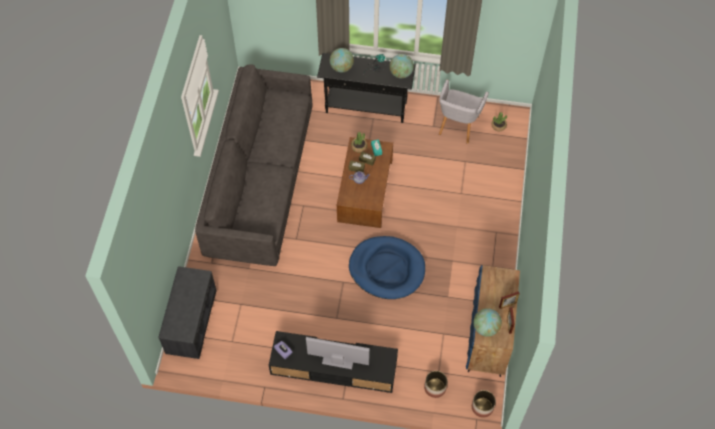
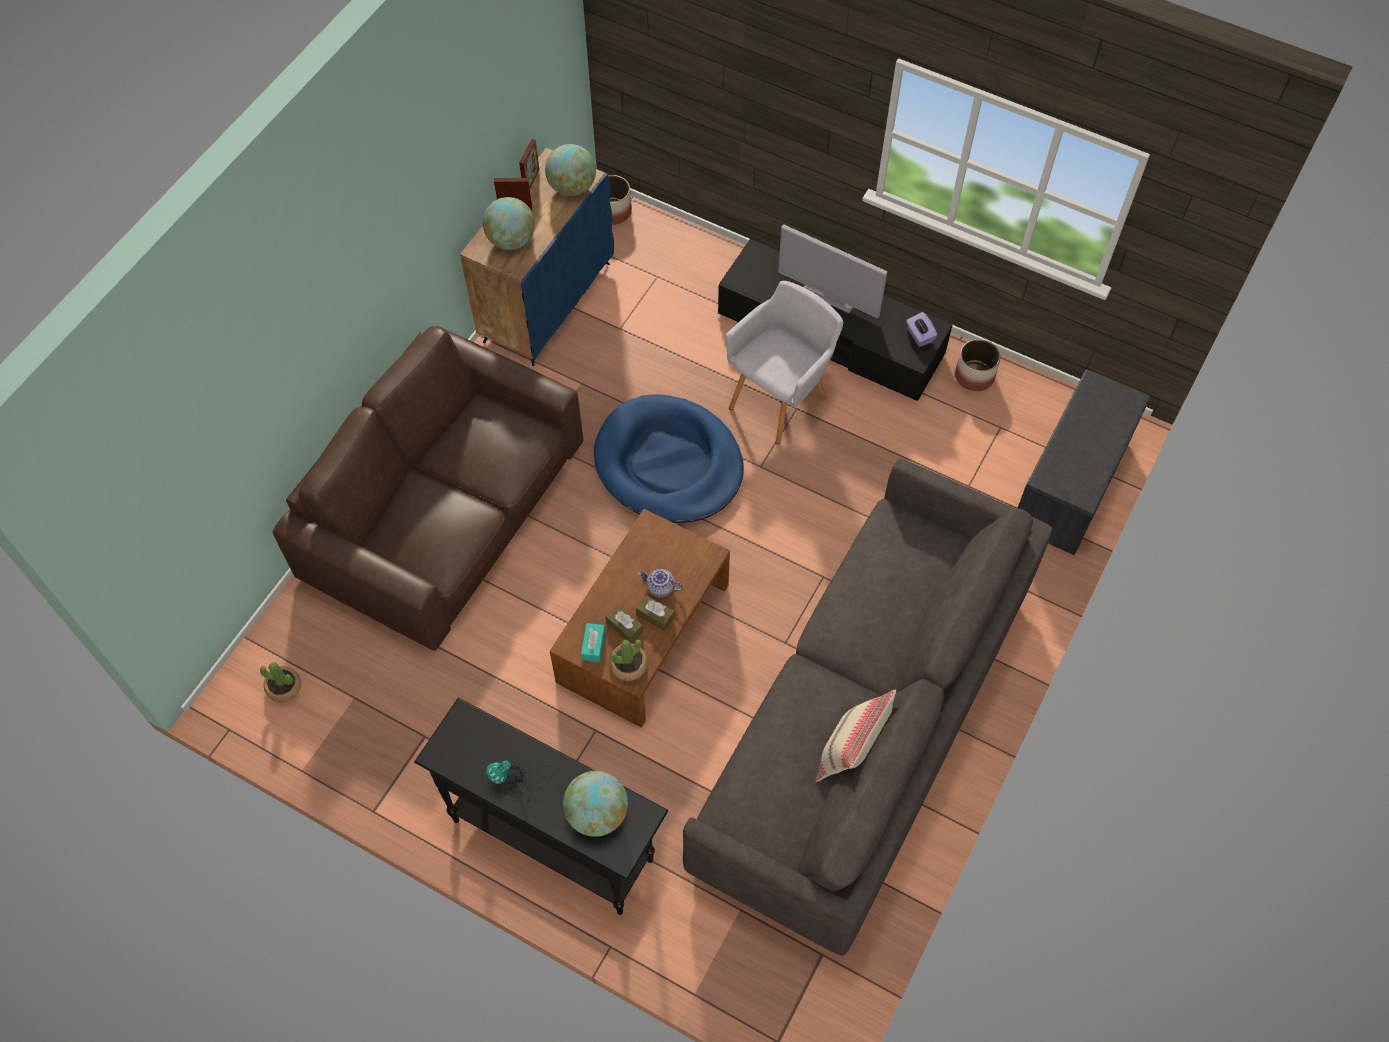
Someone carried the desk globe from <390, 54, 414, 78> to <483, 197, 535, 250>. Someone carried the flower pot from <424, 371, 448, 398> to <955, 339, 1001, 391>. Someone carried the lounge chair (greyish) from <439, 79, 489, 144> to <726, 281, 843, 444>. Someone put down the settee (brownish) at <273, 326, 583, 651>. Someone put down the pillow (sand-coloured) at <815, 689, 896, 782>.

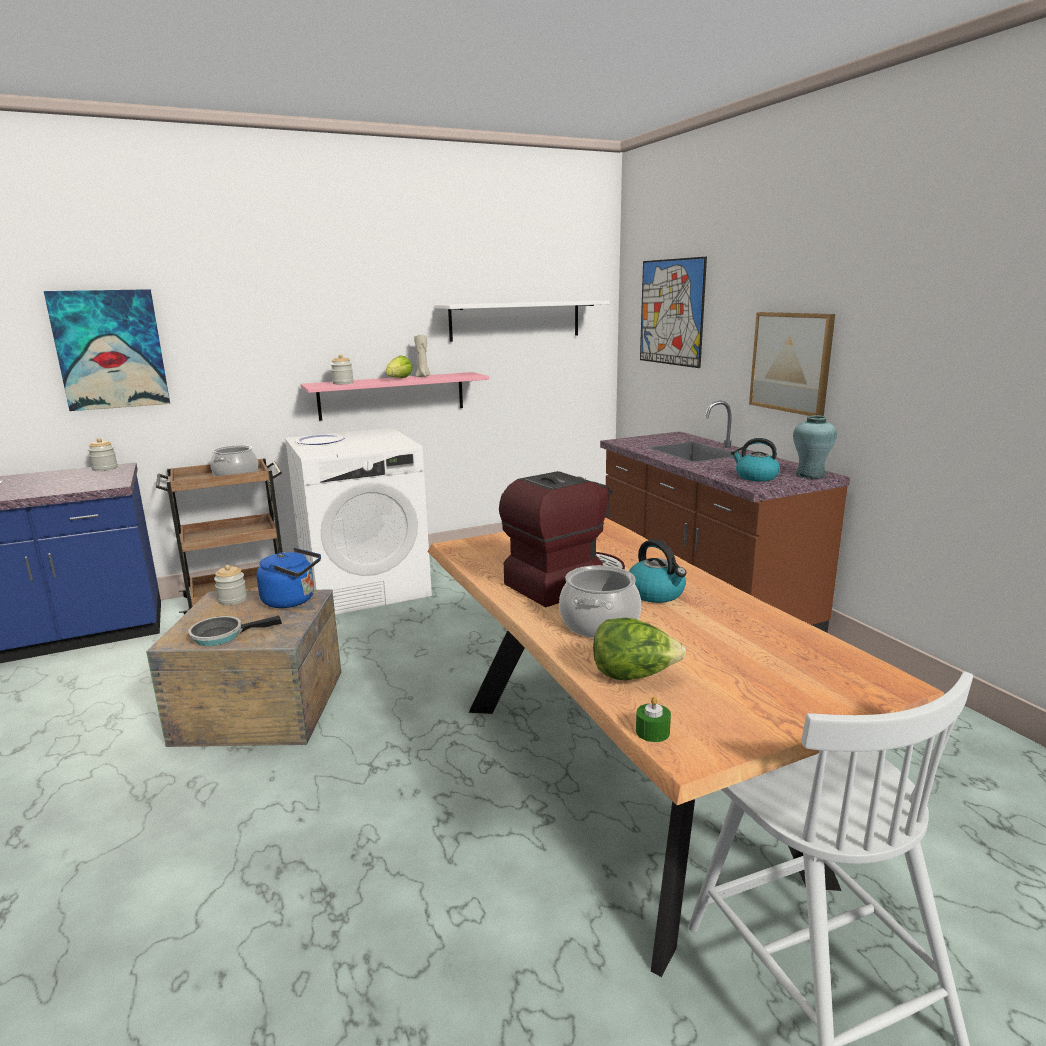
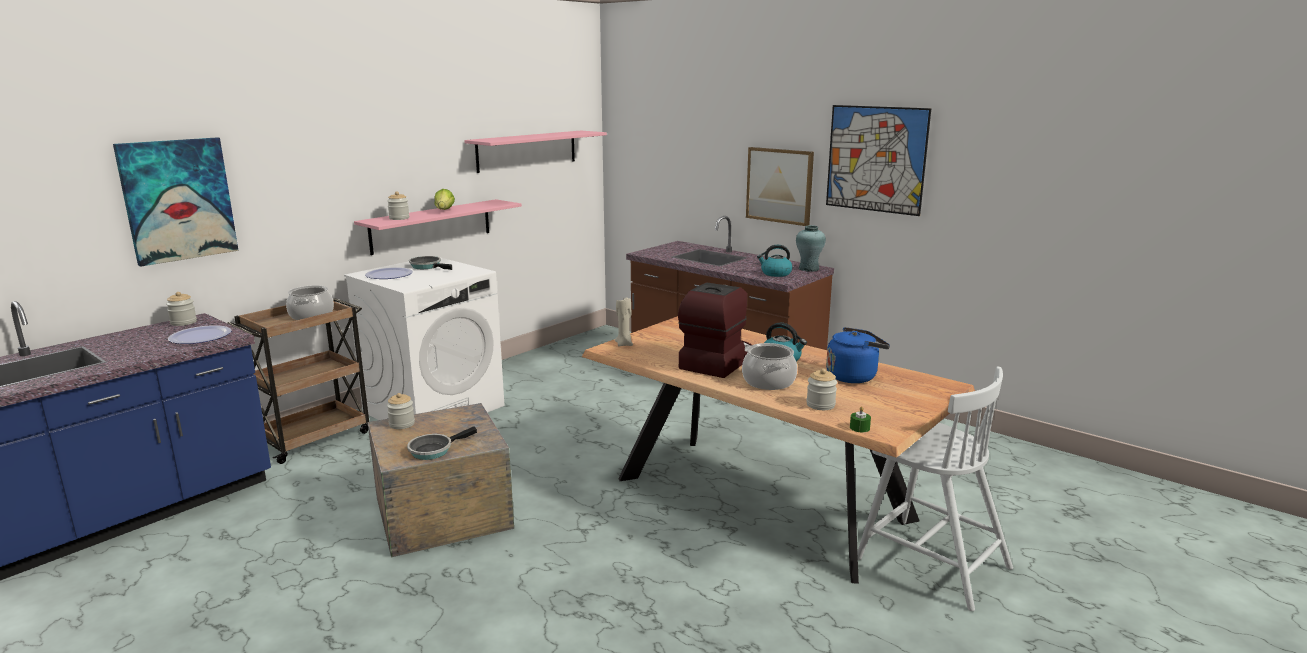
Someone carried the tea kettle (blue-coloured) from <256, 548, 321, 608> to <826, 327, 890, 383>. Someone carried the candle (sand-coloured) from <414, 335, 431, 377> to <615, 296, 633, 347>. Someone repainted the bracket shelf (whitish) at <435, 301, 610, 342>, which became the bracket shelf (pink) at <464, 131, 607, 173>. Someone swapped the lettuce head at <593, 618, 686, 680> for the jar at <806, 369, 837, 410>. Someone carried the wall art from <640, 257, 707, 368> to <826, 105, 931, 216>. Someone put down the flat dish at <168, 325, 231, 344>. Someone put down the skillet at <409, 256, 452, 270>.

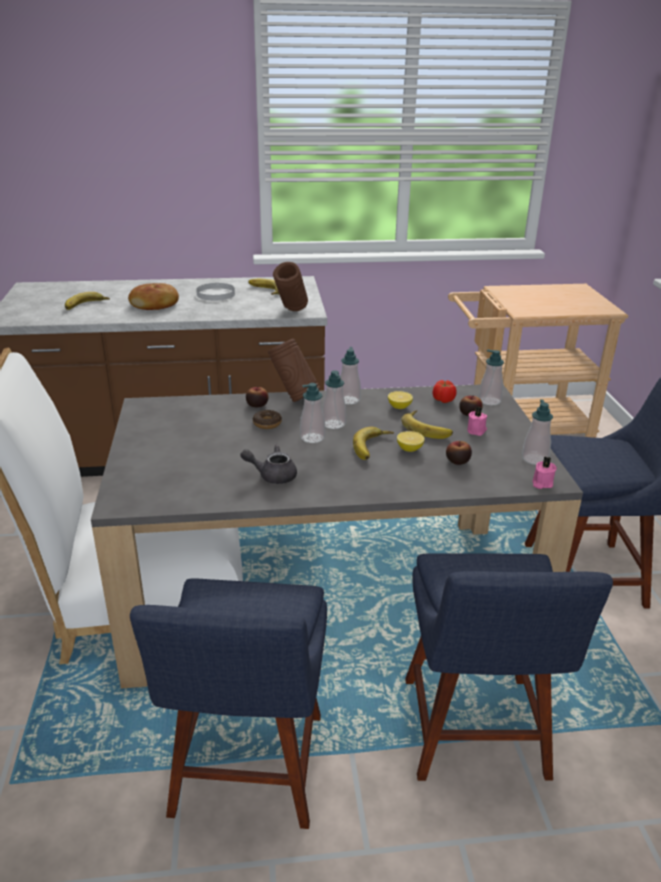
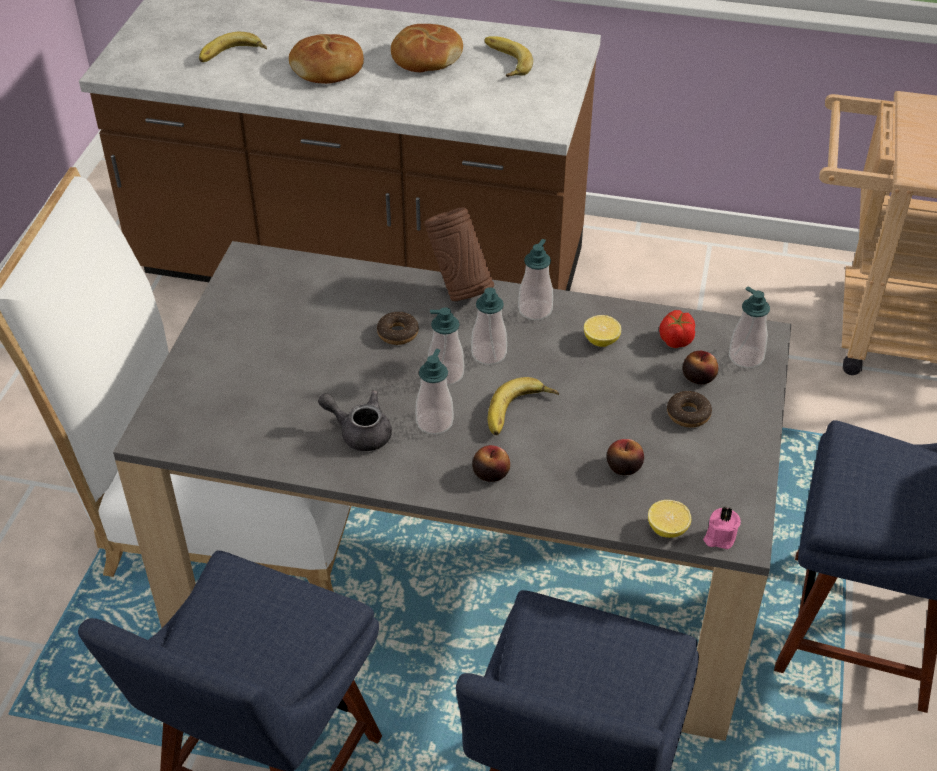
Someone swapped the flat dish (whitish) at <196, 283, 235, 301> for the baked bread at <391, 24, 463, 72>. Someone carried the whole apple from <246, 387, 269, 407> to <472, 445, 510, 482>. Someone took away the decorative vase (brownish) at <273, 262, 308, 311>. Someone carried the lemon from <397, 431, 425, 452> to <648, 500, 691, 538>. Someone took away the banana fruit at <401, 410, 453, 439>. Someone swapped the candle (pink) at <467, 407, 487, 436> for the doughnut at <667, 391, 712, 428>. Someone carried the liquid soap bottle from <522, 399, 553, 465> to <416, 349, 453, 435>.

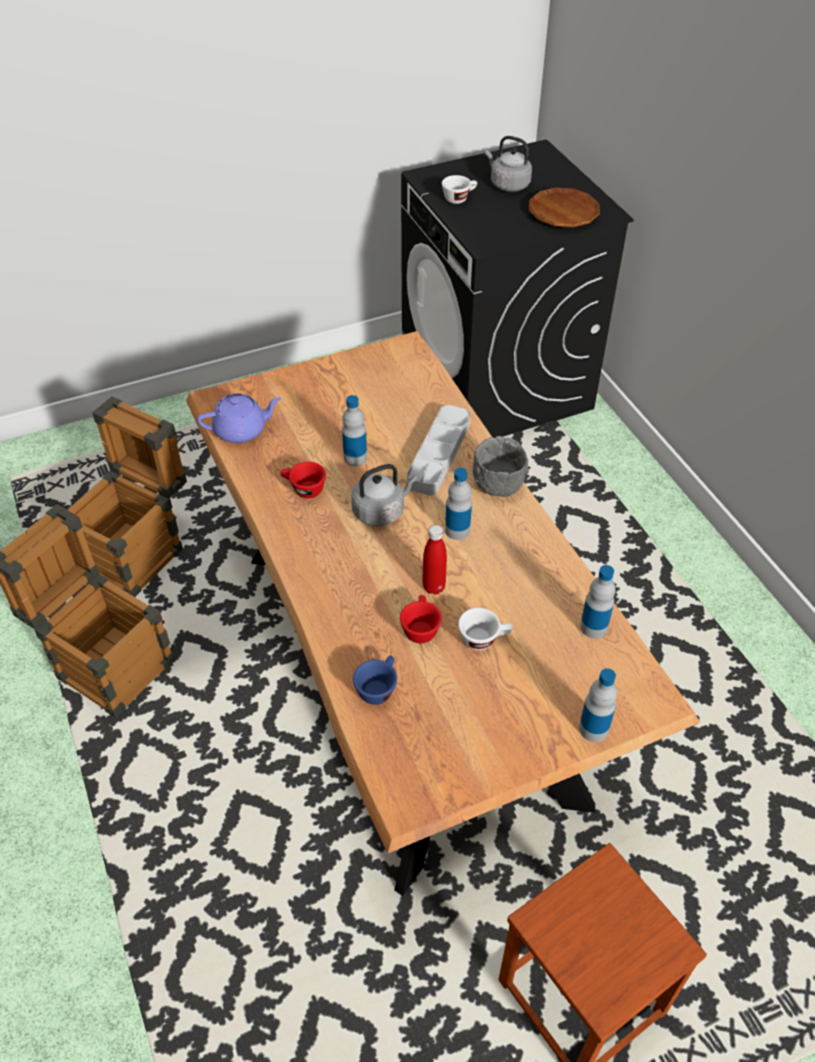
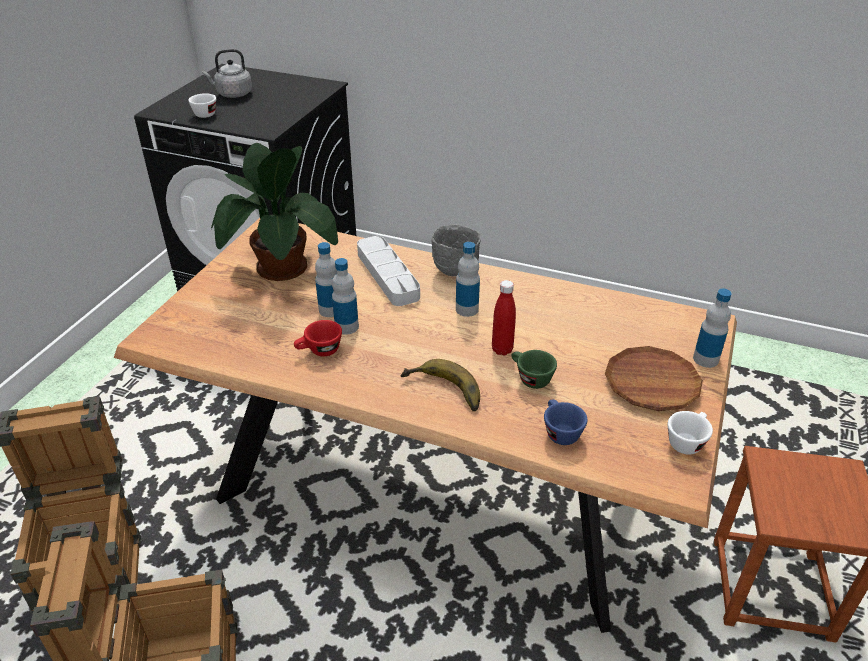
Someone took away the tea pot (purple) at <197, 394, 281, 443>. Someone took away the tea kettle (greyish) at <351, 464, 418, 526>. Someone repainted the drinking cup (red-coloured) at <400, 595, 442, 643>, which became the drinking cup (green) at <511, 350, 557, 389>. Someone carried the drinking cup (whitish) from <458, 608, 513, 650> to <668, 411, 713, 455>. Someone carried the flat dish (brownish) from <529, 187, 600, 228> to <605, 346, 703, 411>. Someone carried the drink bottle from <580, 565, 615, 639> to <332, 258, 359, 335>. Someone put down the houseplant at <211, 143, 338, 281>. Someone put down the banana fruit at <400, 359, 480, 411>.

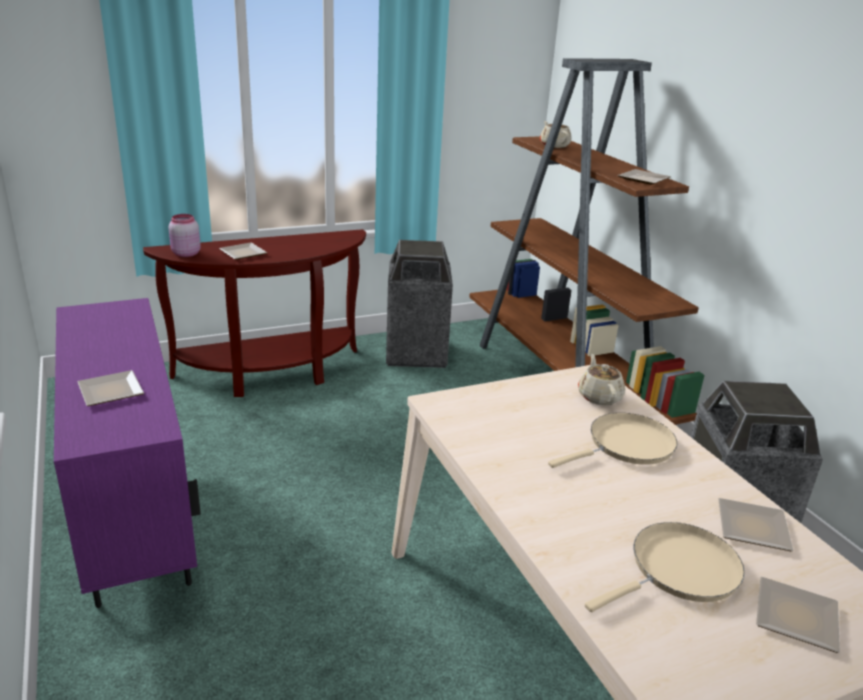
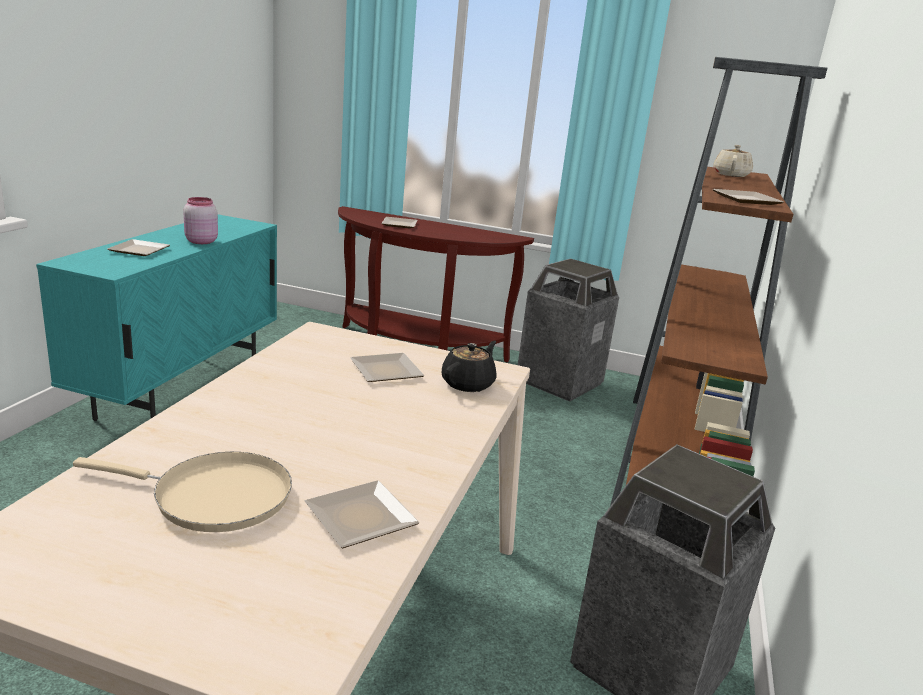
Someone repainted the cabinet (purple) at <54, 298, 201, 608>, which became the cabinet (blue-green) at <36, 214, 277, 421>. Someone carried the jar (pink) from <169, 214, 201, 257> to <183, 197, 218, 244>. Someone took away the skillet (sand-coloured) at <548, 413, 677, 468>. Someone repainted the tea pot (sand-coloured) at <578, 354, 625, 405>, which became the tea pot (black) at <442, 341, 496, 392>. Someone carried the flat dish from <756, 577, 840, 653> to <350, 353, 424, 382>.

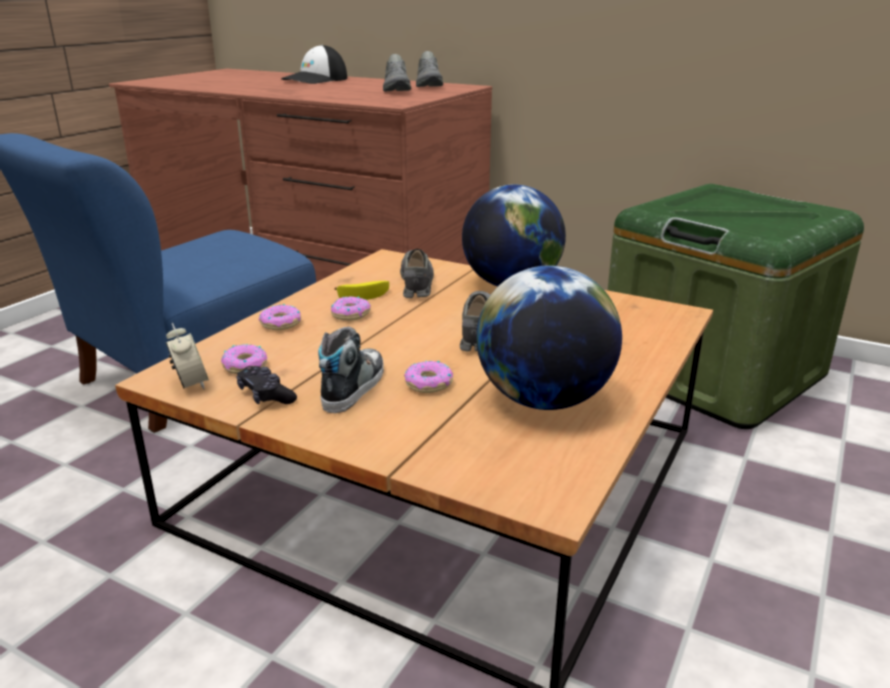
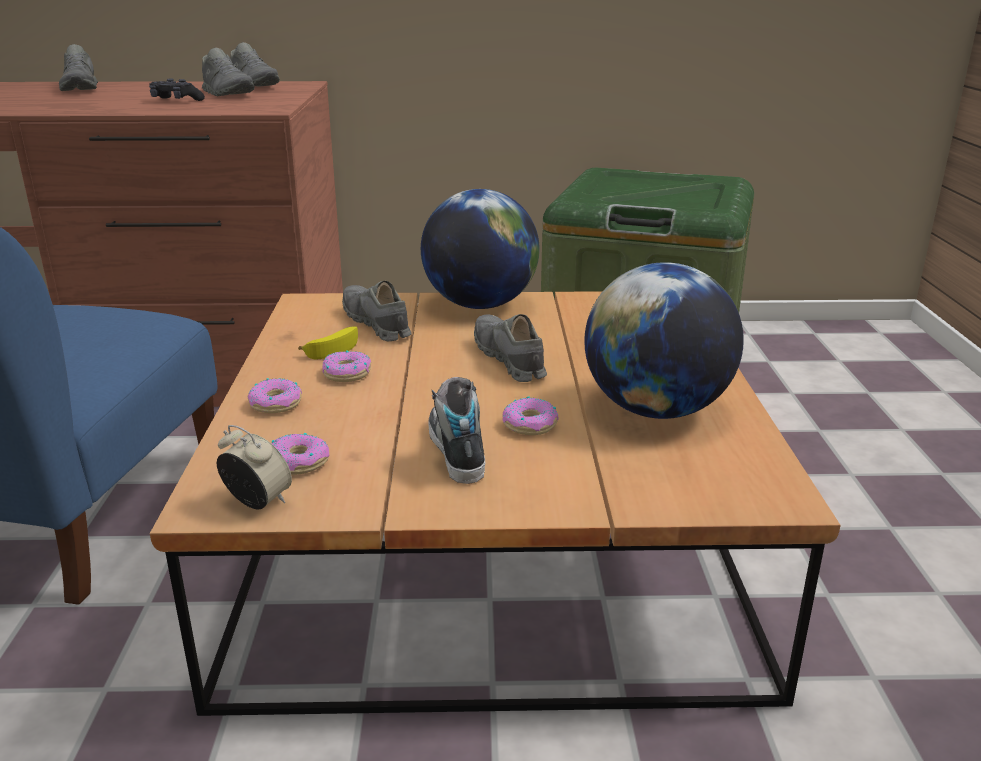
Someone carried the gamepad (black) from <236, 366, 297, 404> to <149, 78, 205, 101>. Someone swapped the cap at <281, 45, 347, 84> for the item of footwear (greyish) at <59, 44, 98, 91>.

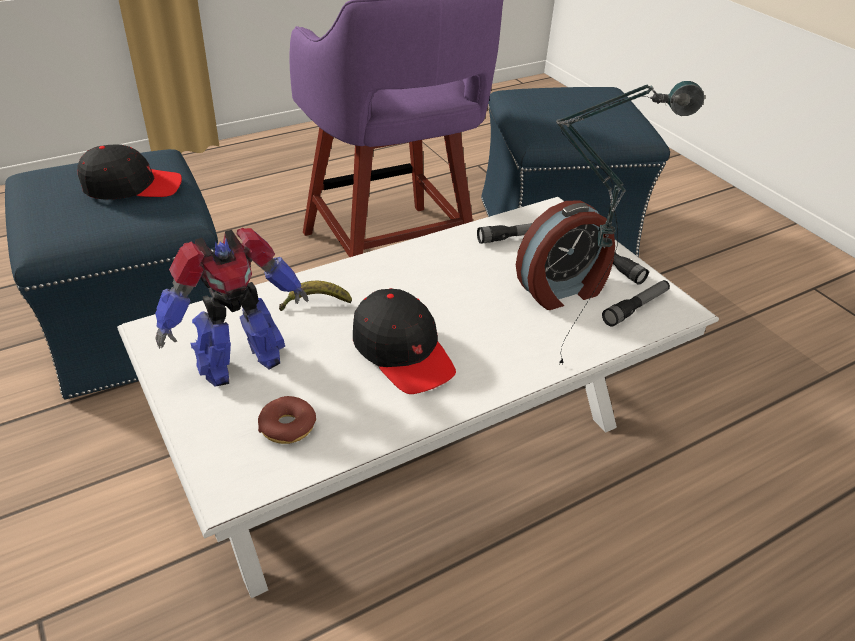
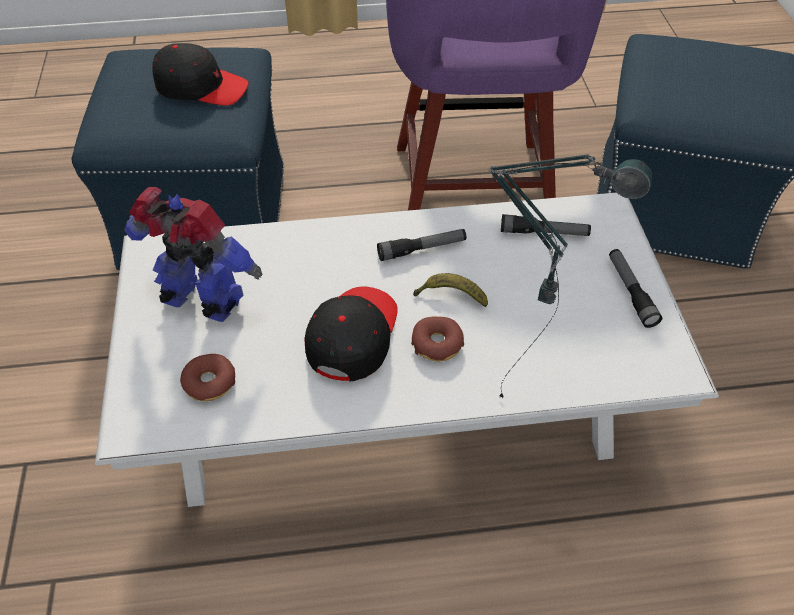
Someone rotated the robot figure at <155, 228, 309, 387> by 150 degrees counterclockwise. Someone carried the banana fruit from <279, 281, 352, 311> to <413, 273, 488, 307>. Someone rotated the cap (black) at <353, 288, 456, 394> by 150 degrees counterclockwise. Someone took away the alarm clock at <516, 200, 615, 310>. Someone carried the torch from <602, 280, 670, 327> to <377, 229, 466, 261>. Someone put down the doughnut at <411, 316, 464, 362>.

